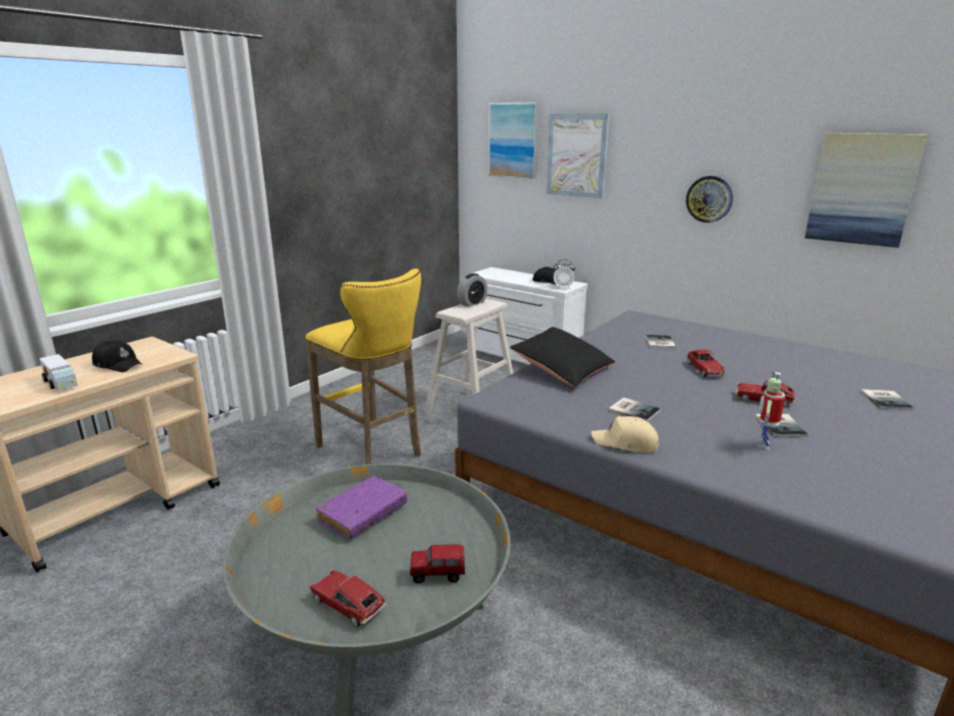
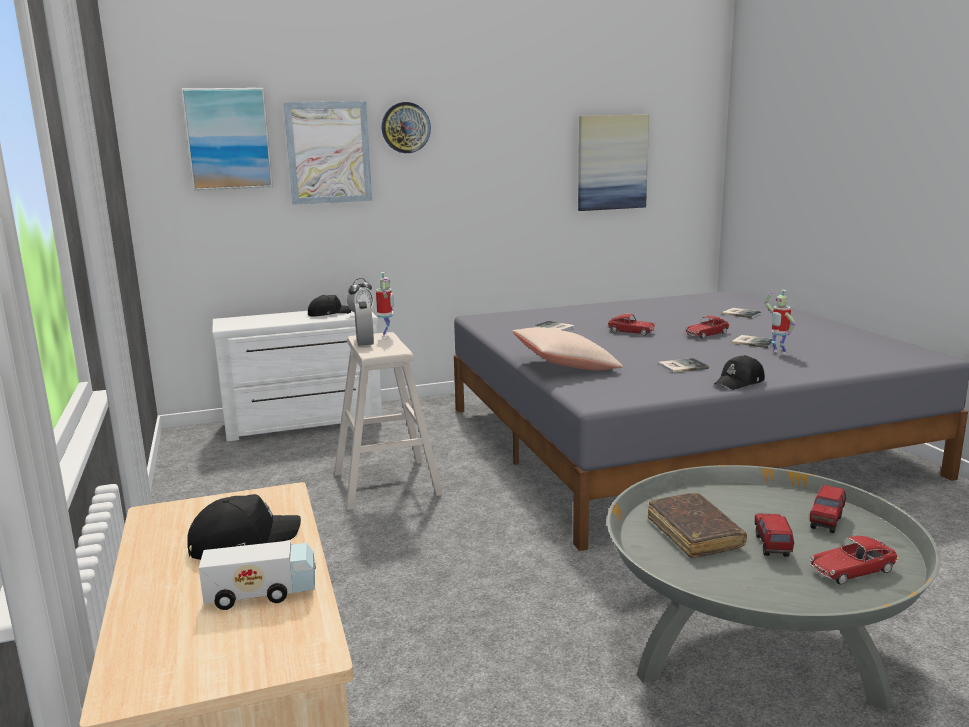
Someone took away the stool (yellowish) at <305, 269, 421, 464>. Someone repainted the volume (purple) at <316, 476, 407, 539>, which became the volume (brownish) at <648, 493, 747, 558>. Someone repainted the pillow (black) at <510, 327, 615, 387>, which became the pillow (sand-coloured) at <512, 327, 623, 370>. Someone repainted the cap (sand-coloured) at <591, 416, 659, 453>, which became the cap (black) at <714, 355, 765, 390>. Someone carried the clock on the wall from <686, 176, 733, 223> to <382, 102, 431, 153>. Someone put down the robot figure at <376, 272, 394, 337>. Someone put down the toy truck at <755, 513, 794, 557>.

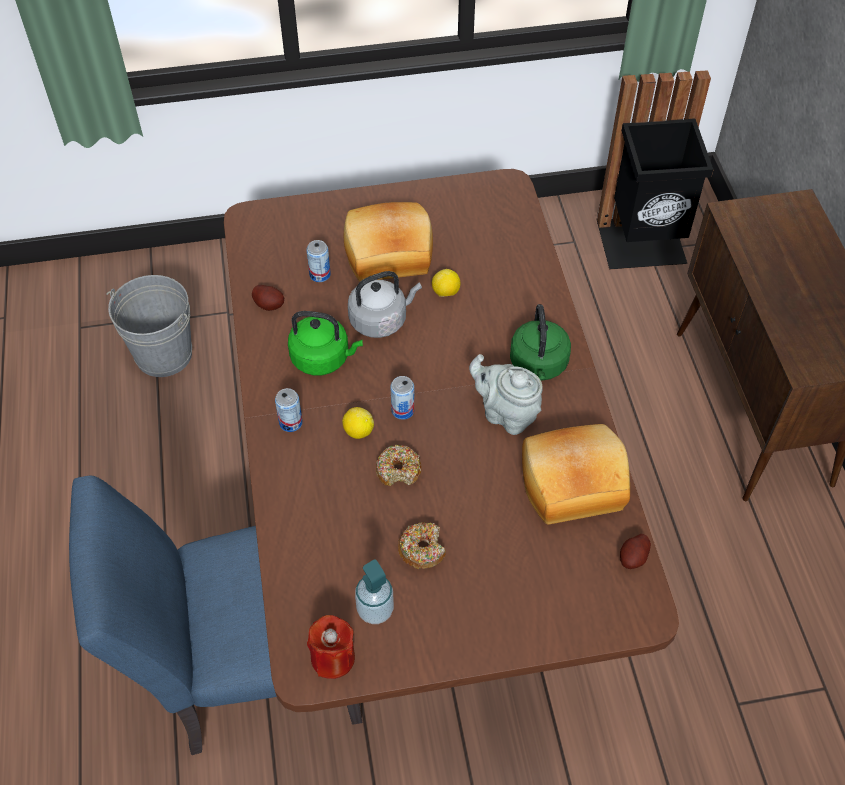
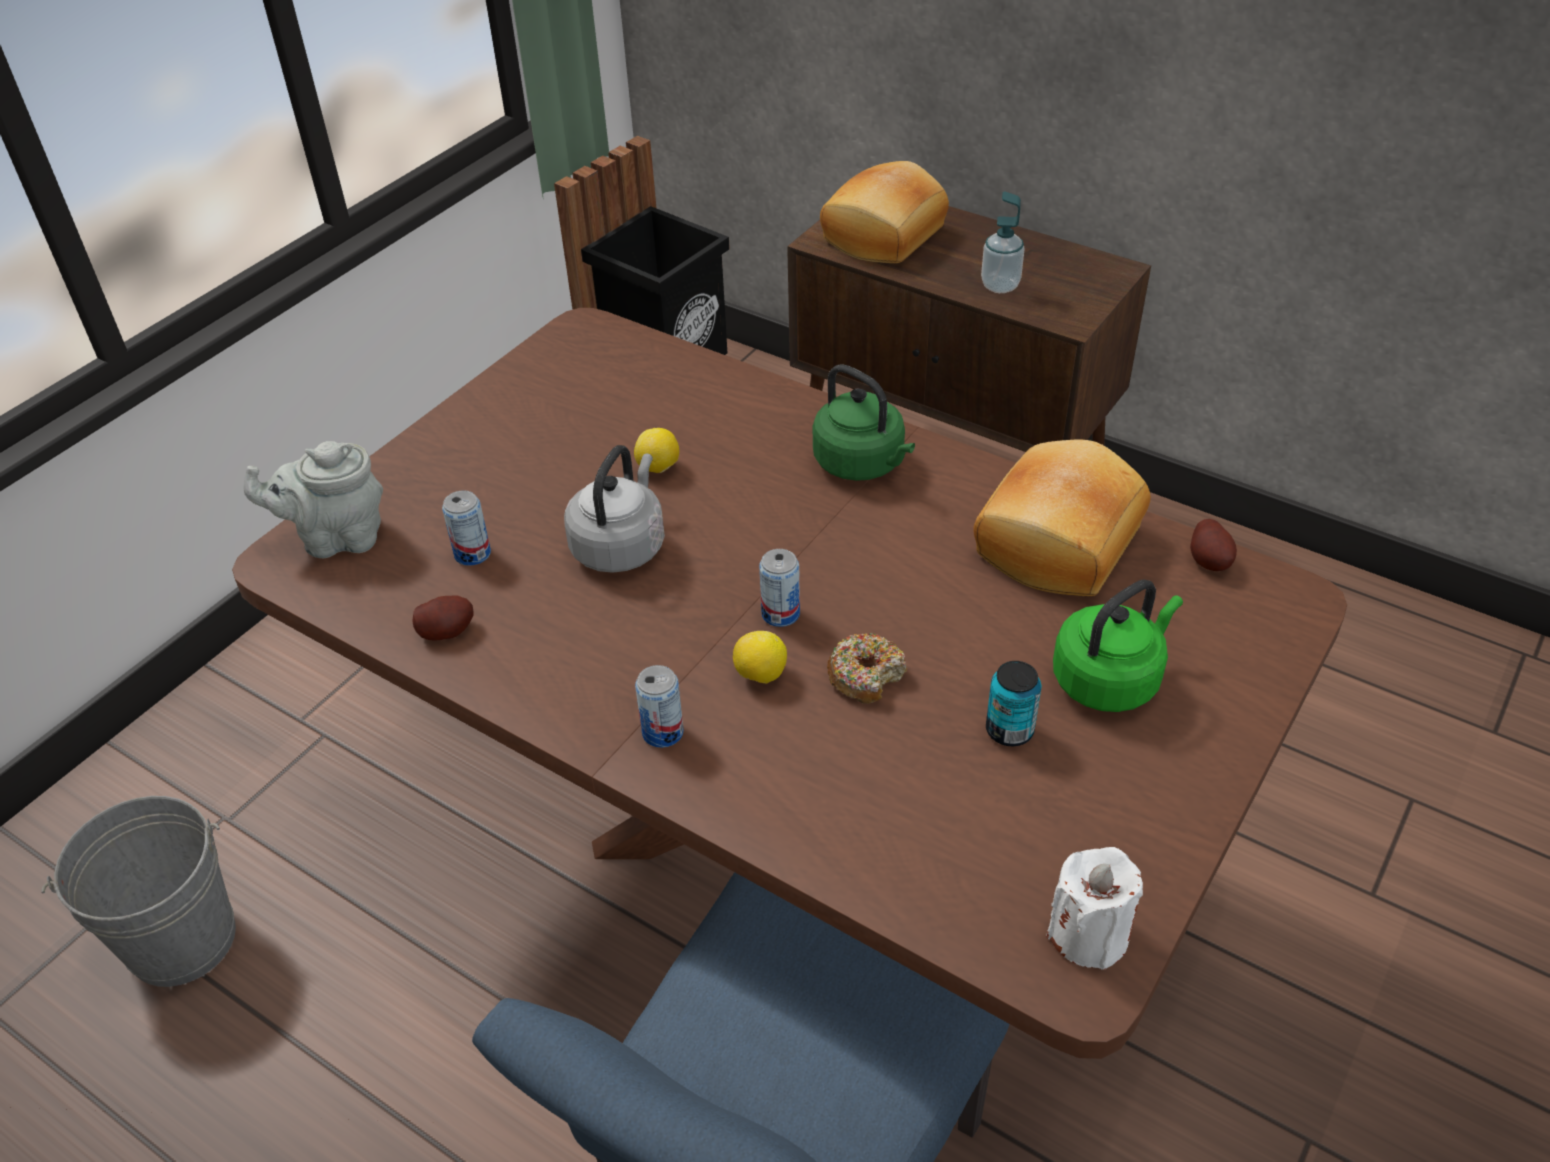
Someone carried the tea kettle (green) from <288, 311, 363, 375> to <1053, 579, 1183, 712>. Someone repainted the candle (red-coloured) at <307, 615, 355, 679>, which became the candle (whitish) at <1046, 847, 1143, 970>. Someone carried the baked bread from <344, 202, 433, 282> to <820, 161, 949, 263>. Someone carried the liquid soap bottle from <355, 560, 394, 624> to <981, 191, 1025, 293>. Someone swapped the doughnut at <398, 522, 446, 569> for the sealed can at <986, 661, 1041, 746>. Someone carried the tea pot (greyish) from <469, 354, 543, 435> to <243, 441, 383, 558>.

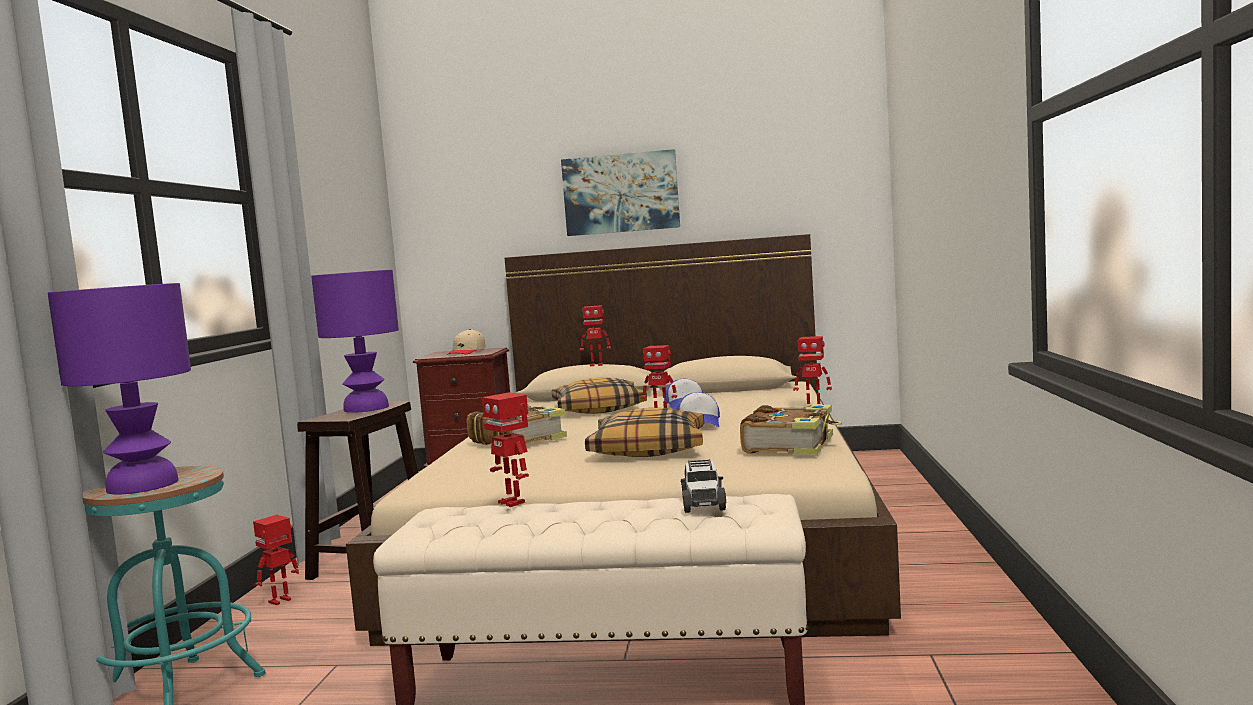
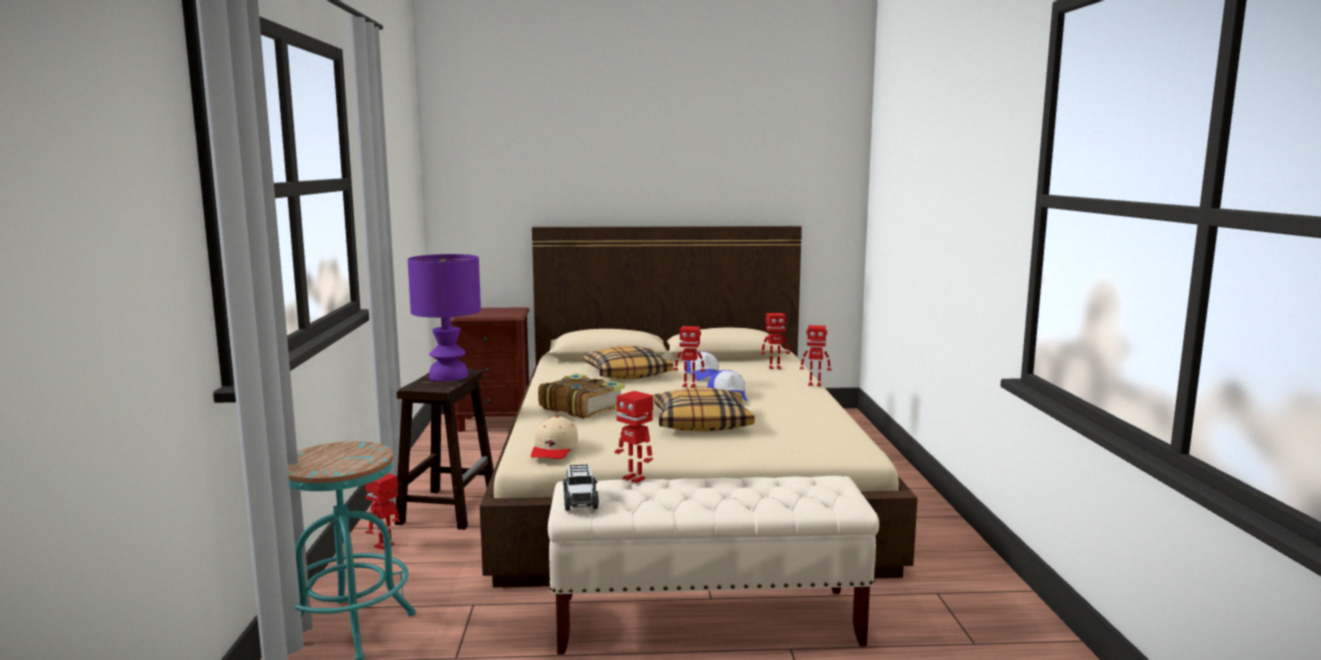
Someone took away the lamp for a table (purple) at <48, 283, 191, 495>. Someone carried the cap (sand-coloured) from <447, 329, 486, 355> to <531, 416, 578, 459>. Someone took away the wall art at <561, 149, 680, 236>. Someone carried the robot figure from <580, 305, 611, 366> to <761, 313, 790, 369>. Someone carried the miniature car from <681, 459, 726, 513> to <563, 464, 599, 511>. Someone took away the volume at <740, 405, 842, 456>.

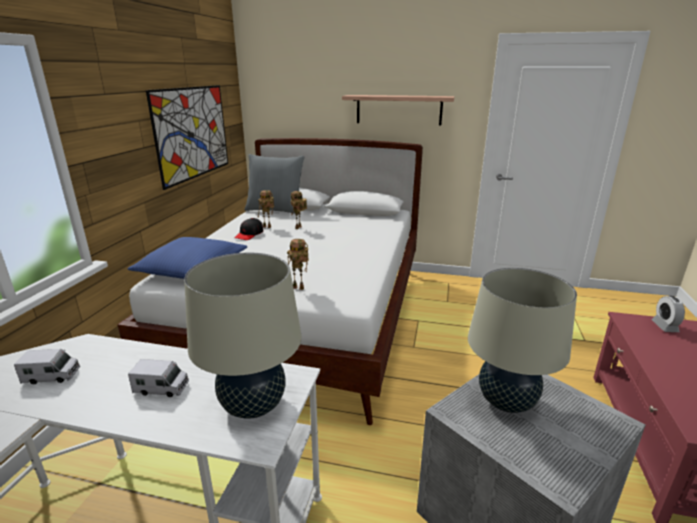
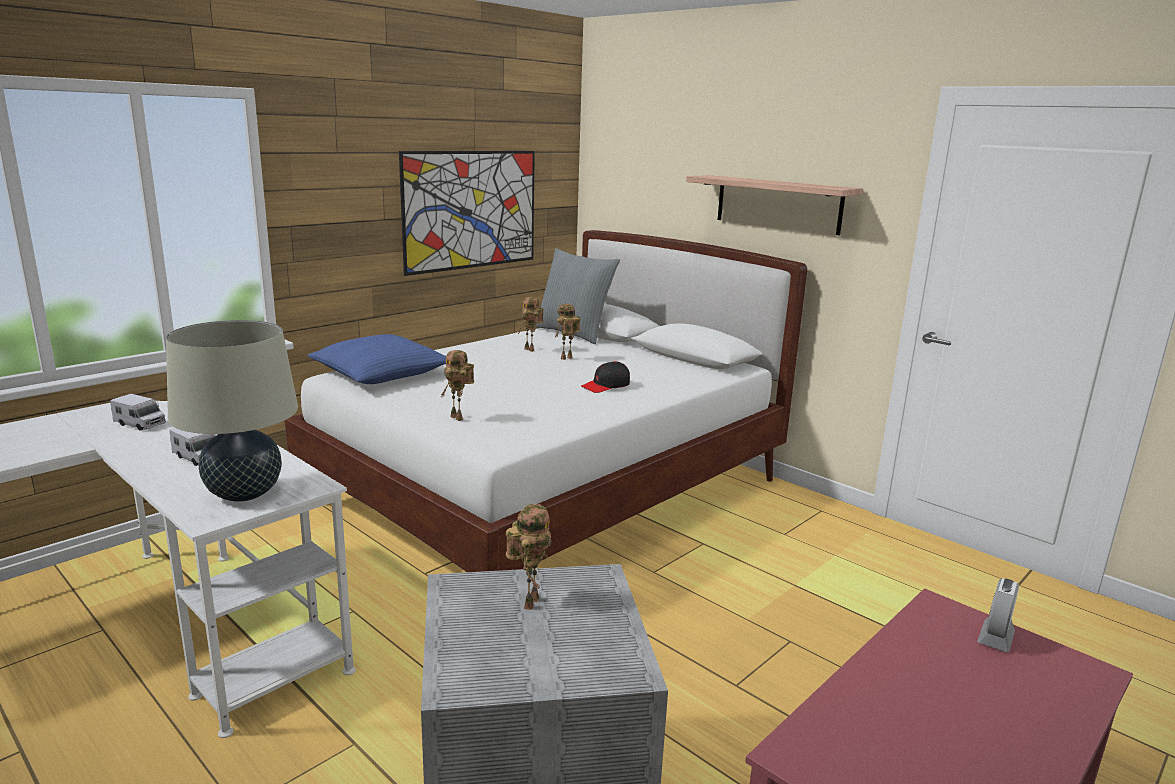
Someone carried the cap (black) from <234, 218, 263, 240> to <581, 361, 630, 393>. Someone swapped the lamp for a table (sand-coloured) at <468, 268, 577, 413> for the robot figure at <506, 504, 551, 610>.

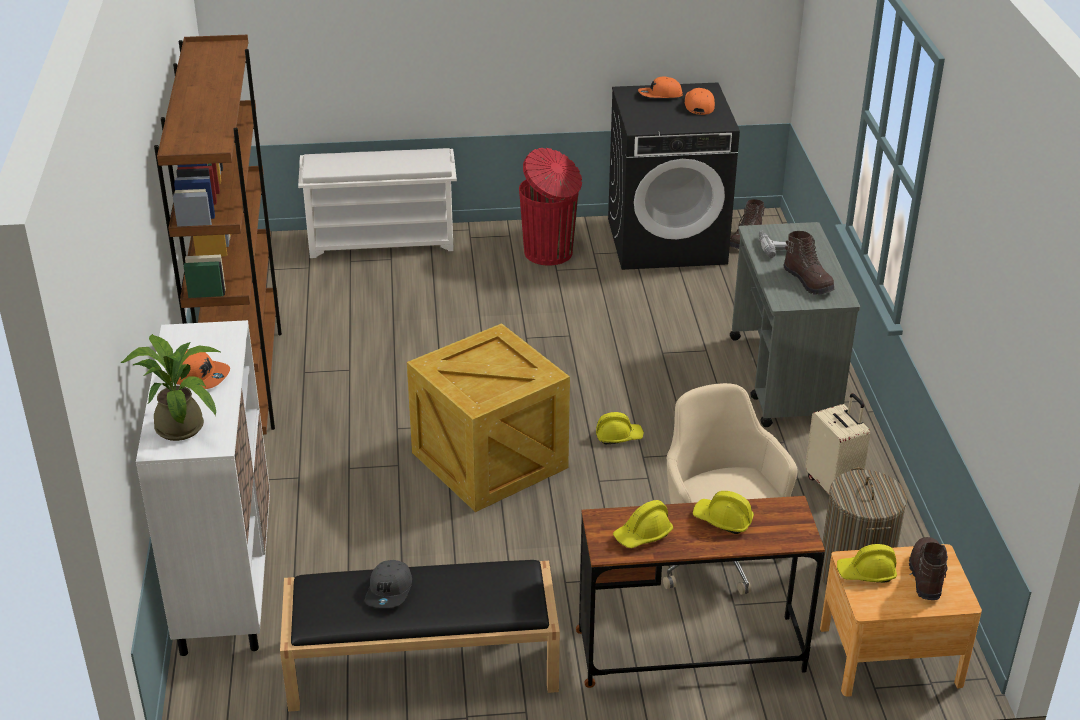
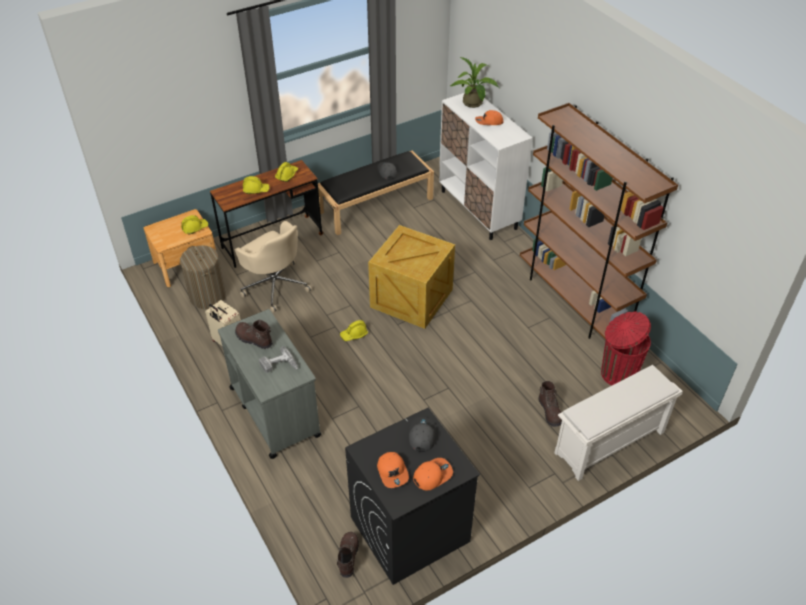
Someone carried the trash can (red-coloured) from <519, 148, 582, 265> to <601, 311, 651, 385>. Someone carried the boot (brownish) from <909, 537, 948, 600> to <538, 381, 562, 427>. Someone put down the cap (greyish) at <409, 417, 436, 452>.

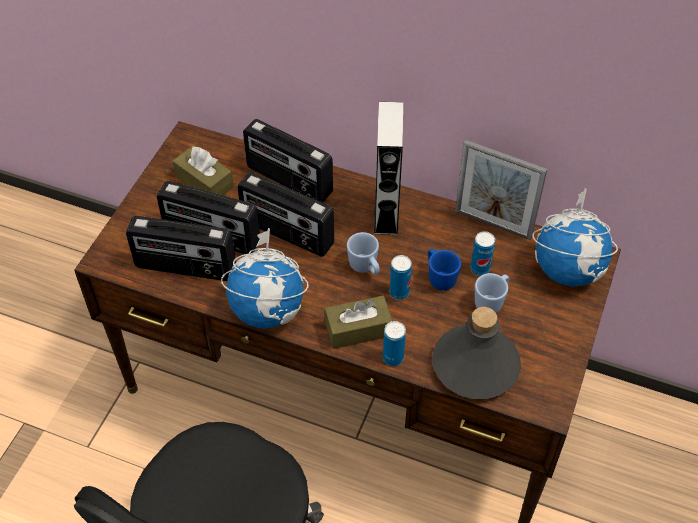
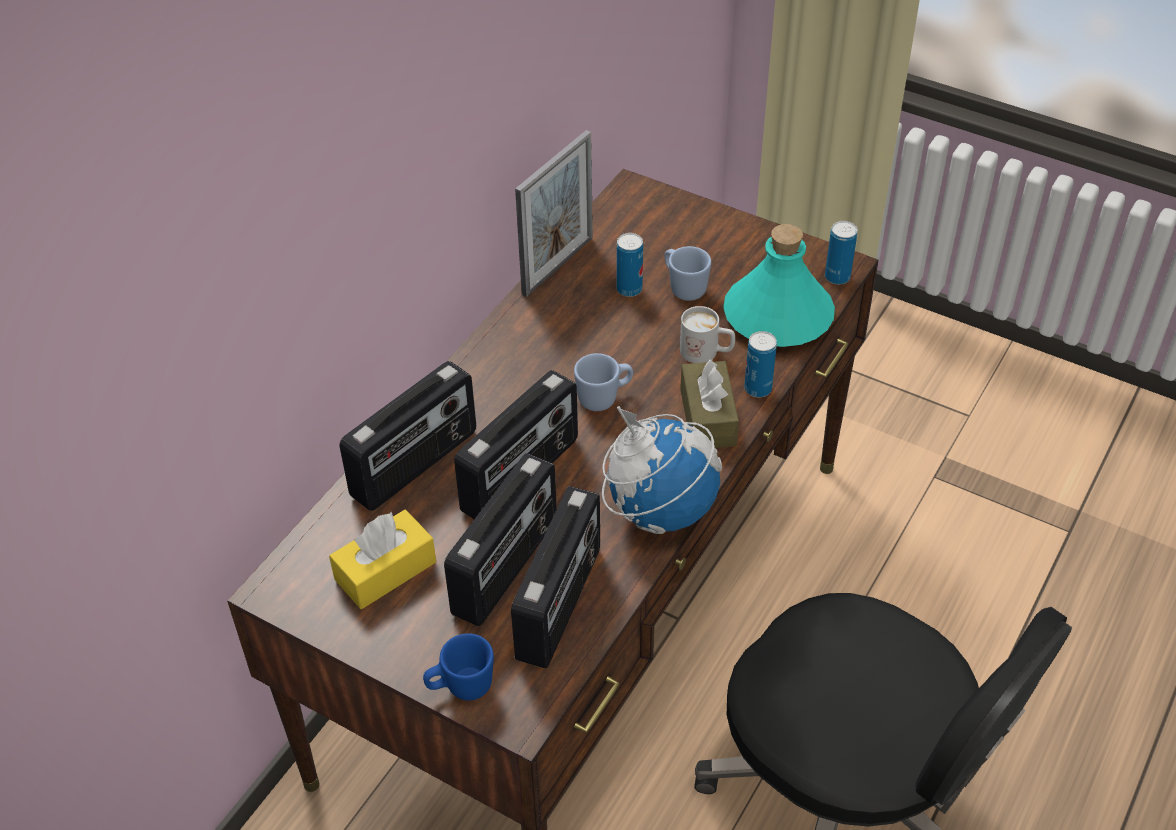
Someone repainted the box of tissues (brownish) at <173, 145, 234, 196>, which became the box of tissues (yellowish) at <329, 510, 436, 609>. Someone took away the loudspeaker (greyish) at <374, 102, 403, 235>. Someone carried the sealed can from <390, 255, 412, 300> to <825, 221, 857, 284>. Someone carried the mug (blue-coloured) from <428, 249, 461, 291> to <423, 633, 494, 701>. Someone repainted the drink bottle (greyish) at <432, 307, 521, 399>, which became the drink bottle (blue-green) at <723, 224, 835, 347>. Someone took away the desk globe at <532, 189, 618, 287>. Someone put down the mug (whitish) at <680, 306, 735, 363>.

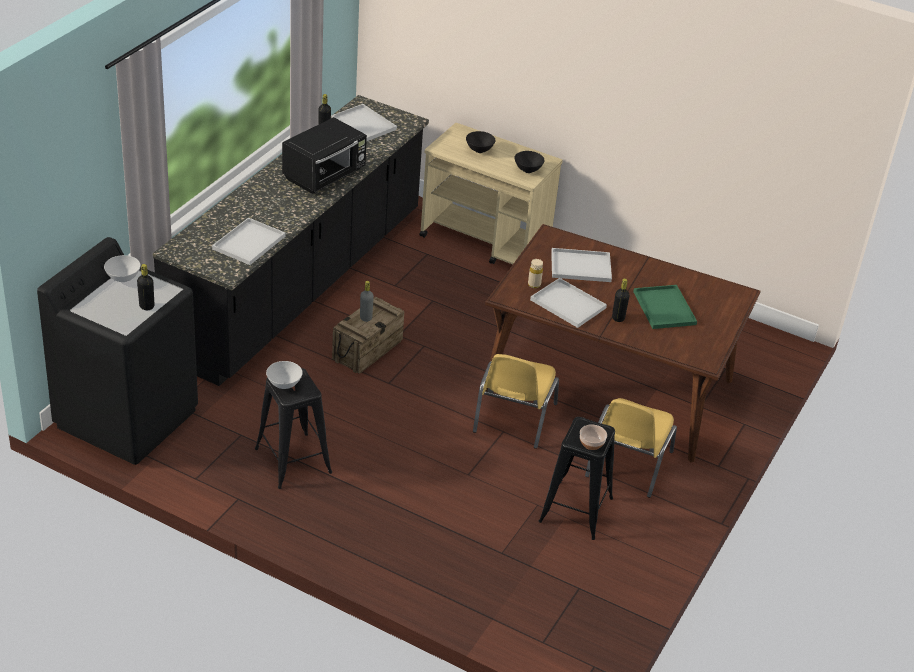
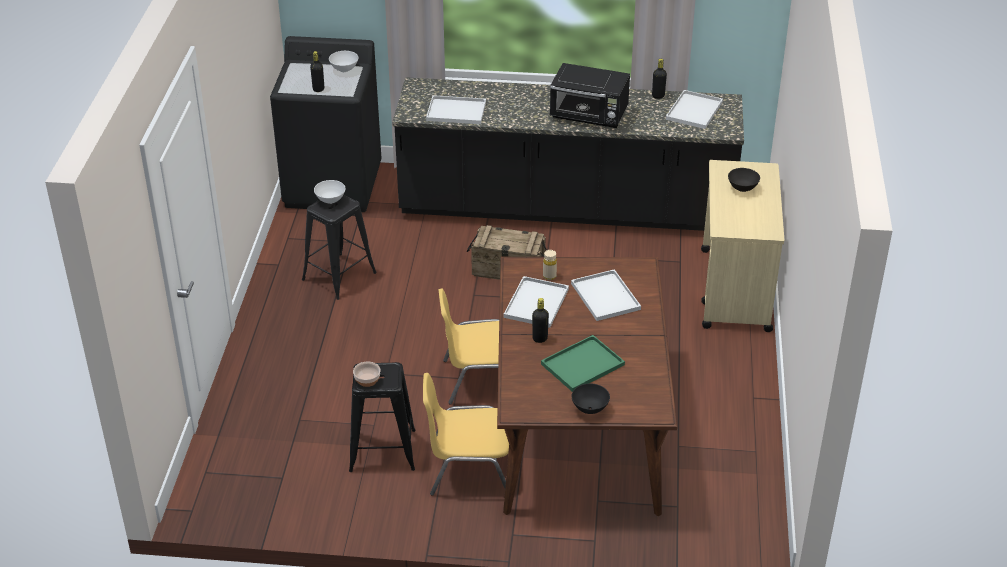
Someone took away the drink bottle (greyish) at <360, 281, 374, 322>. Someone carried the deep dish (black) from <515, 151, 545, 173> to <571, 383, 610, 414>.

